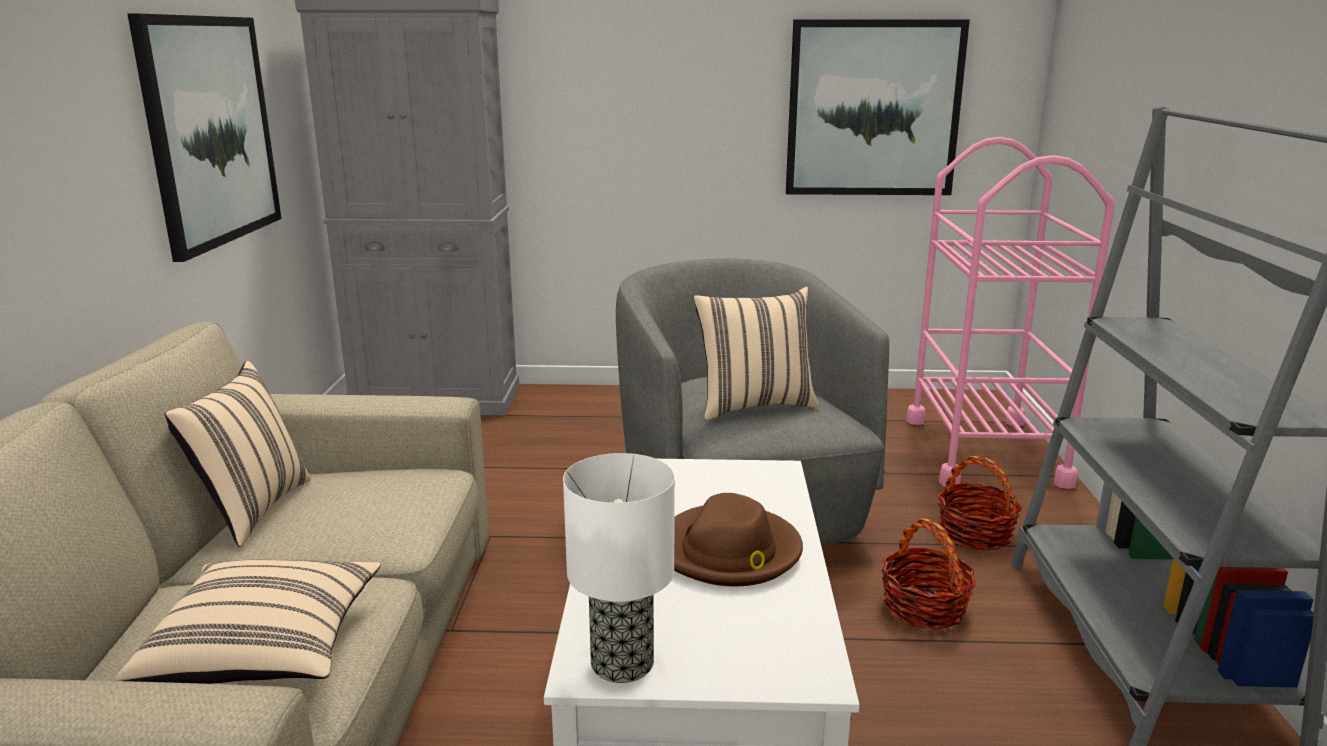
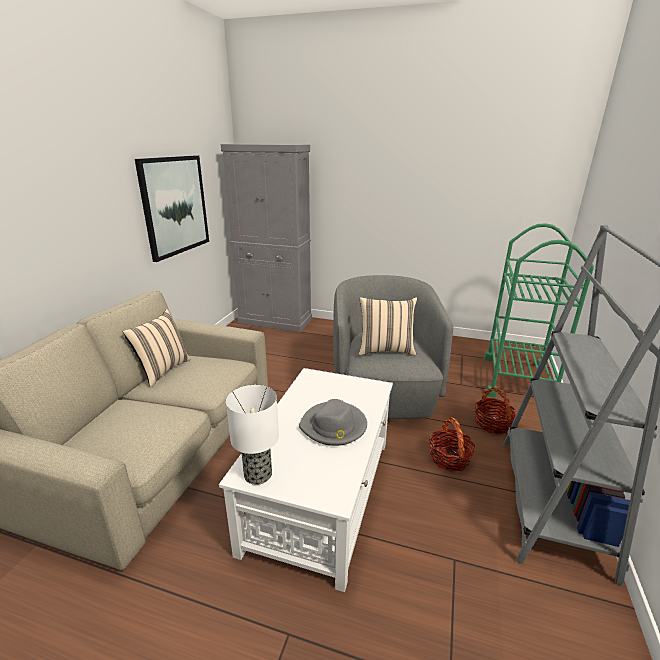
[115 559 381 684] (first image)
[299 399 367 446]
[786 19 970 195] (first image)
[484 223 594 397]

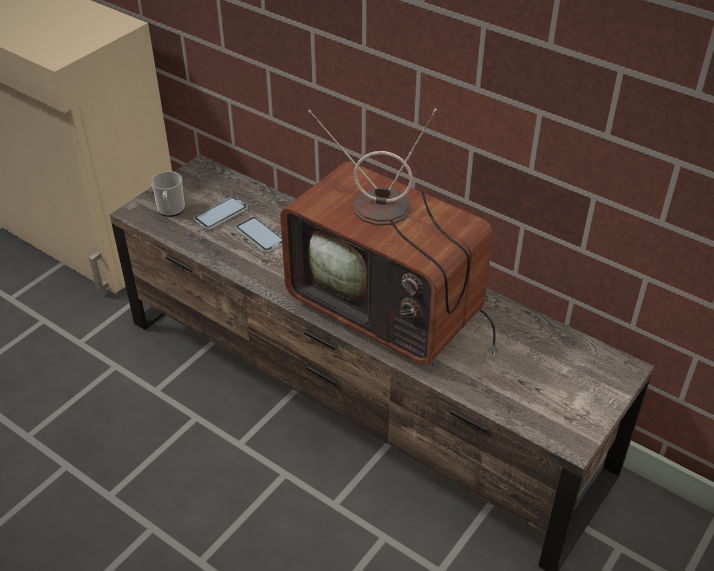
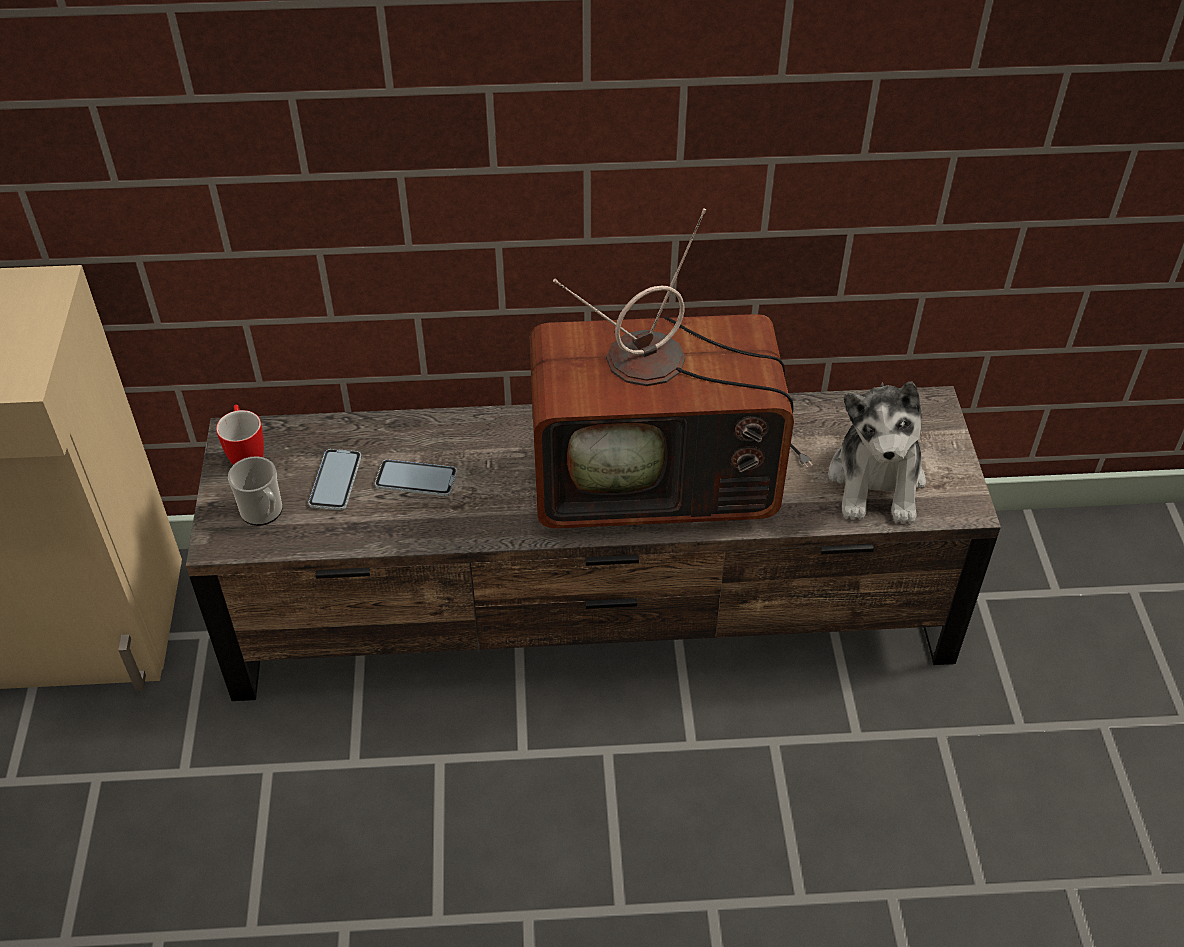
[216 405 264 465]
[828 382 926 524]

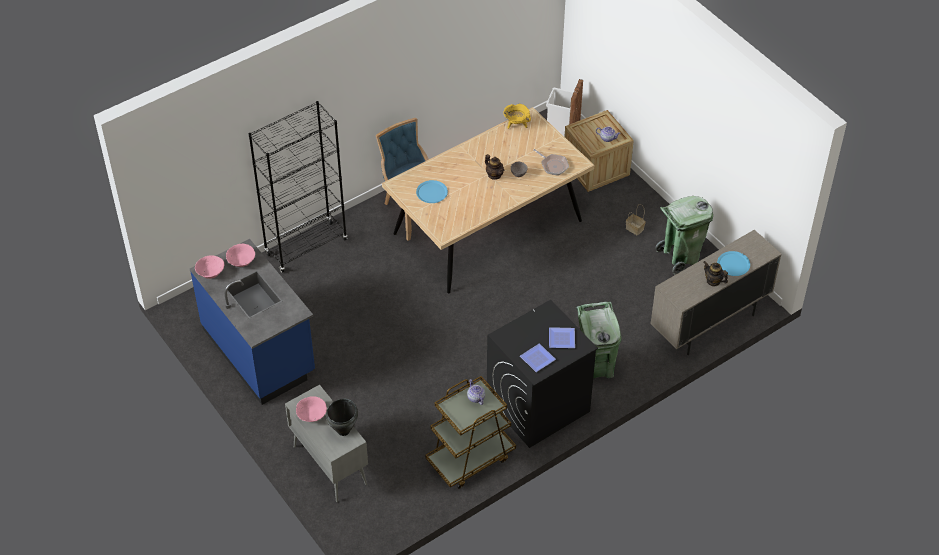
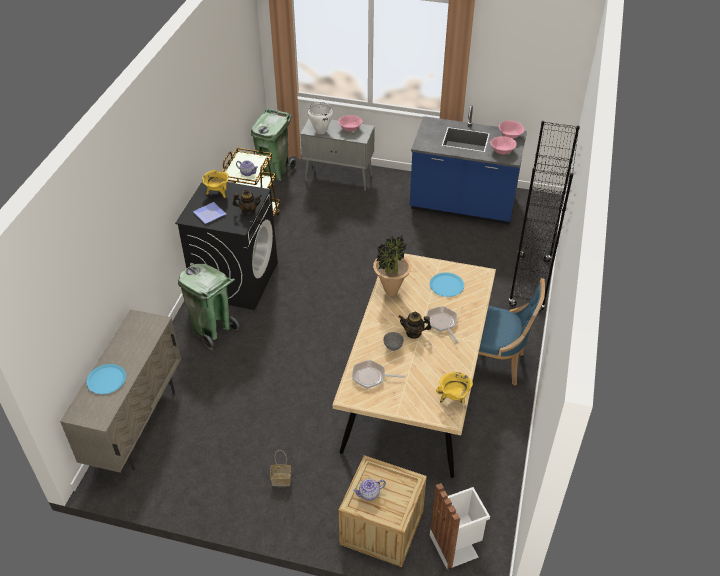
[308 102 333 134]
[202 170 228 198]
[251 109 296 181]
[233 189 262 215]
[373 235 411 296]
[427 306 458 343]

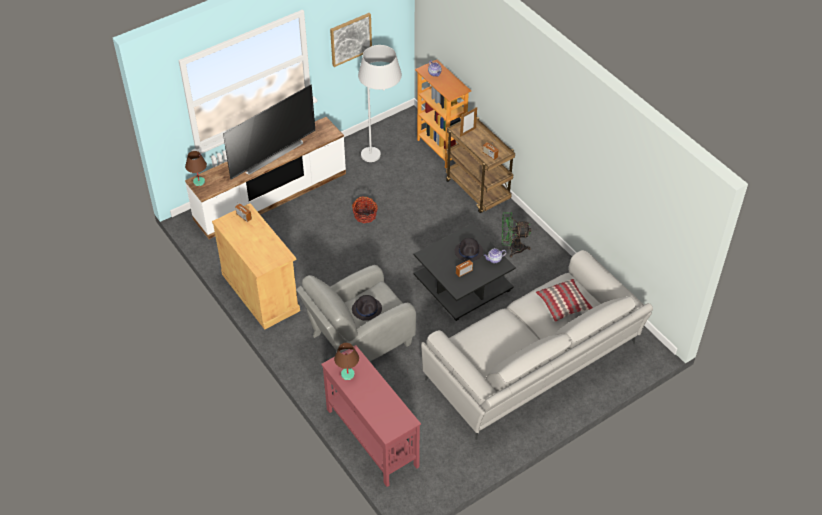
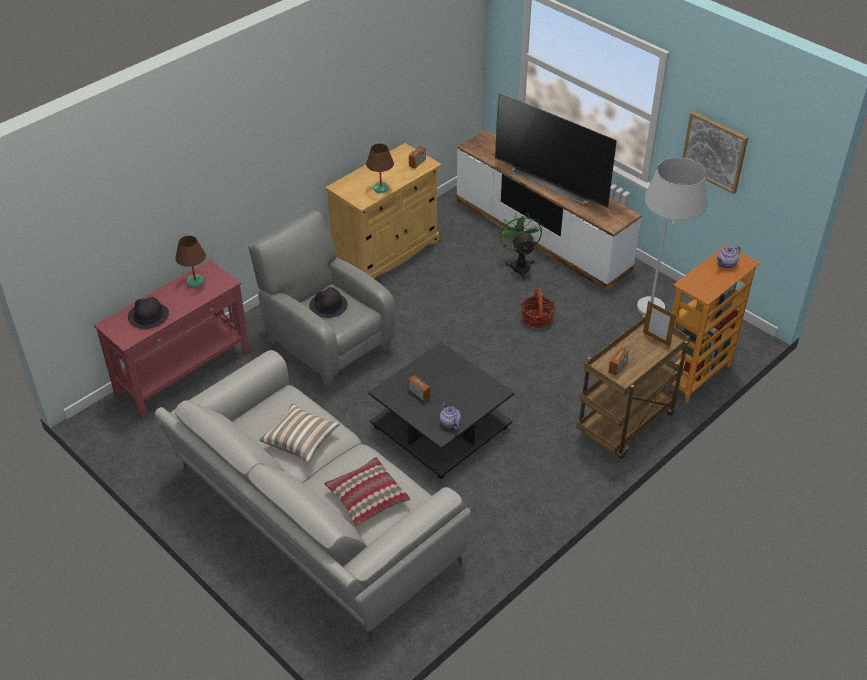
[366 144 394 193]
[128 297 169 329]
[499 213 542 279]
[259 403 340 463]

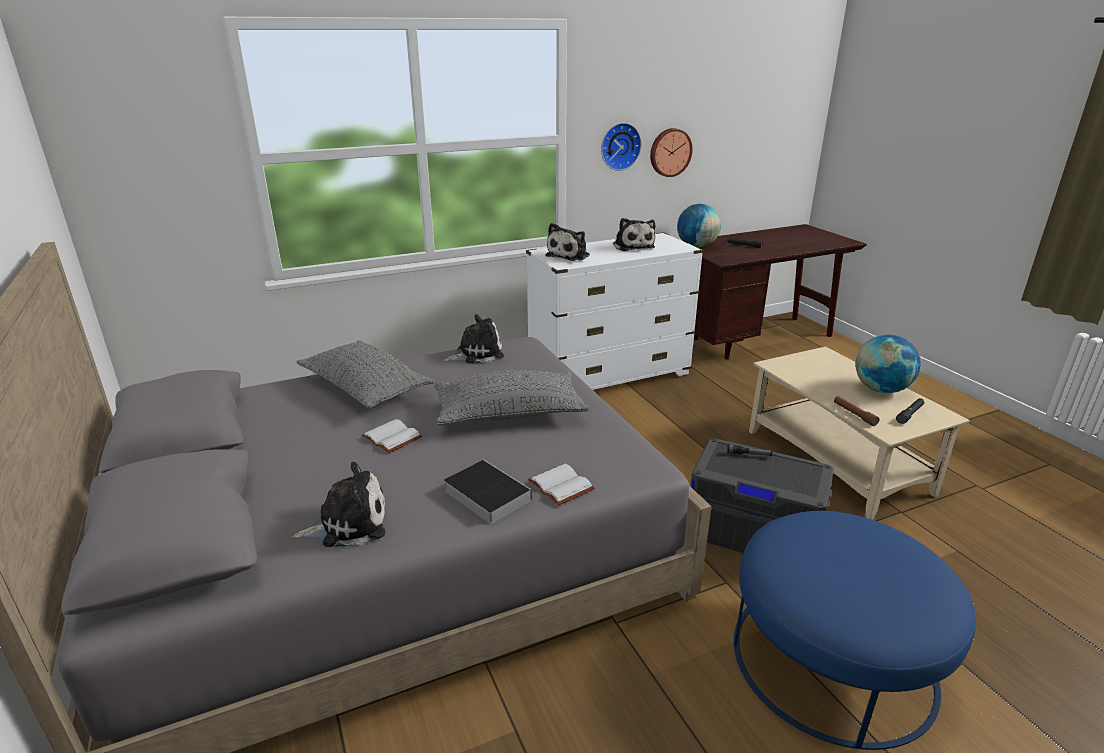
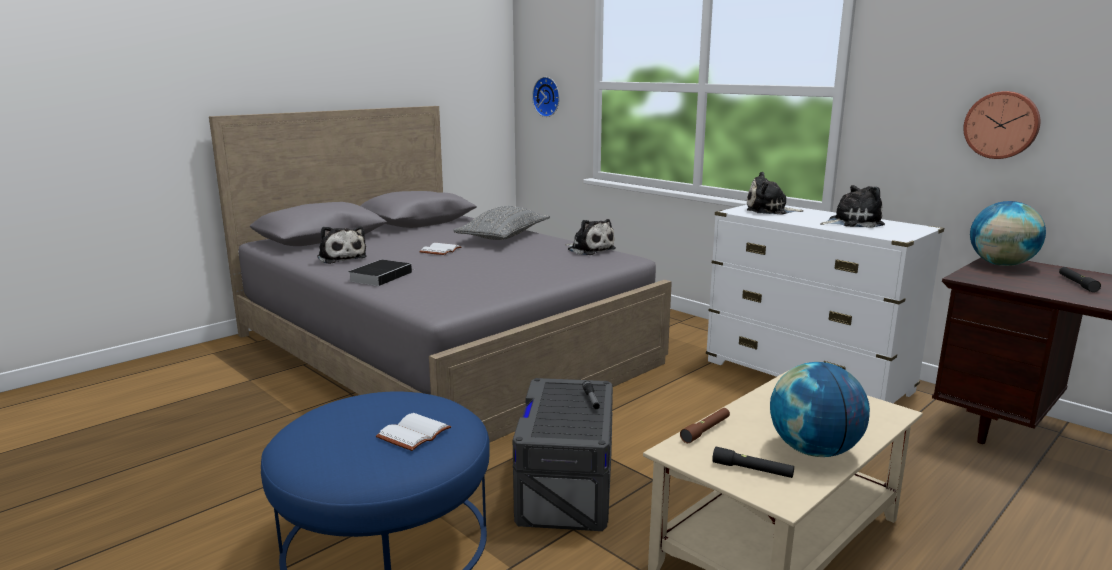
[435 370 589 425] (first image)
[376 413 451 451]
[532 77 559 117]
[820 185 885 228]

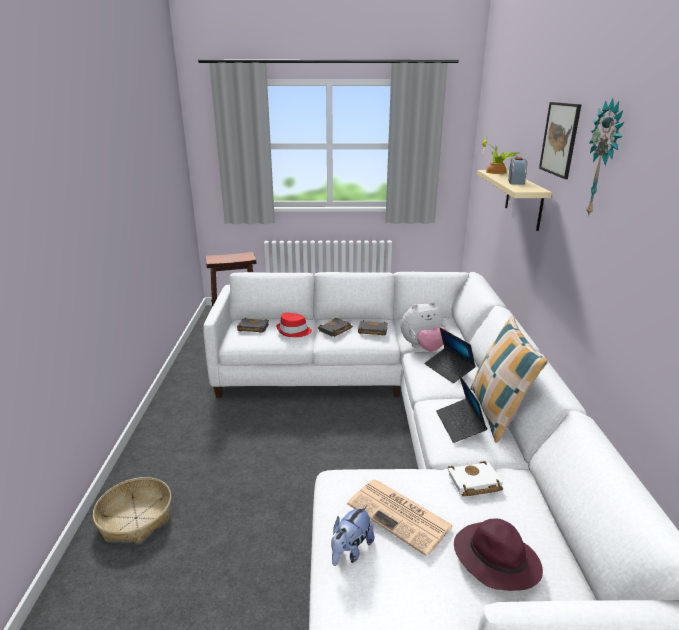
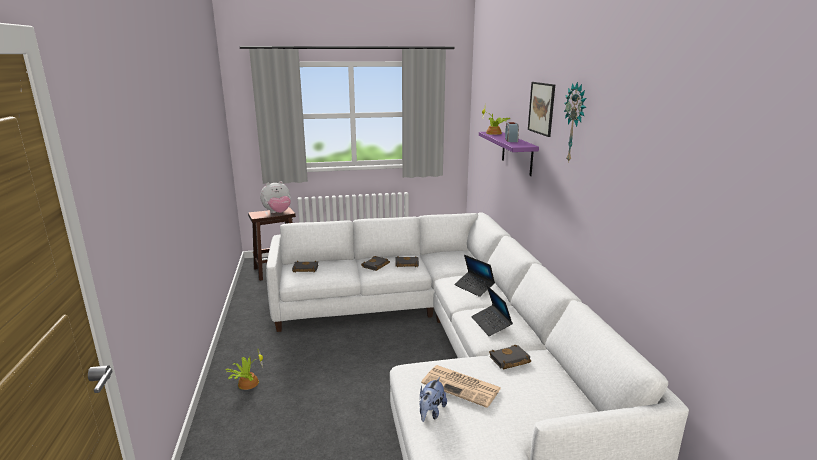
[93 477 171 543] (first image)
[276 313 312 337] (first image)
[260 181 291 213]
[489 344 531 370]
[454 519 543 591] (first image)
[471 316 548 443] (first image)
[479 132 539 176]
[225 349 263 390]

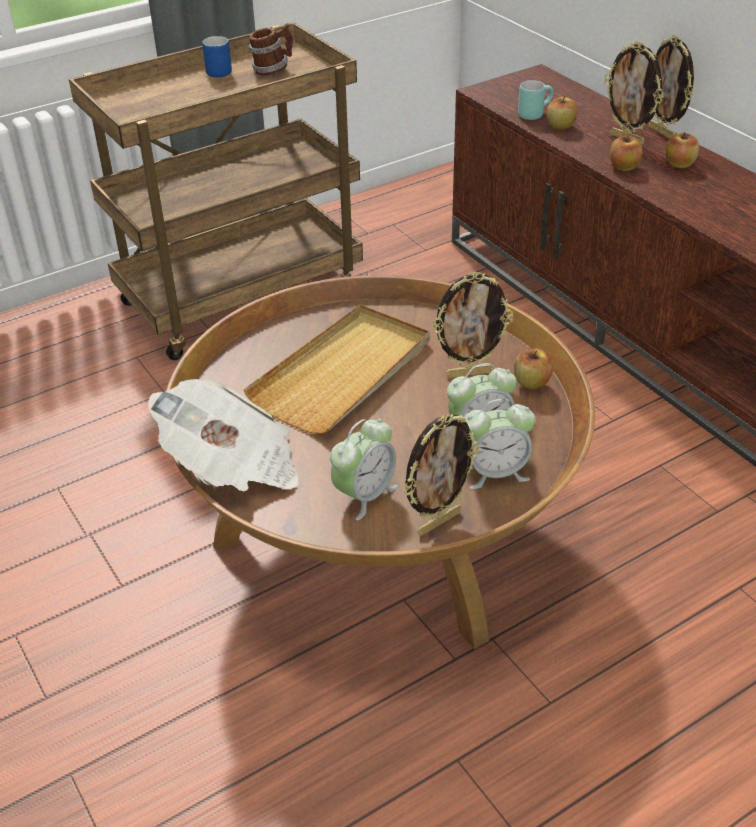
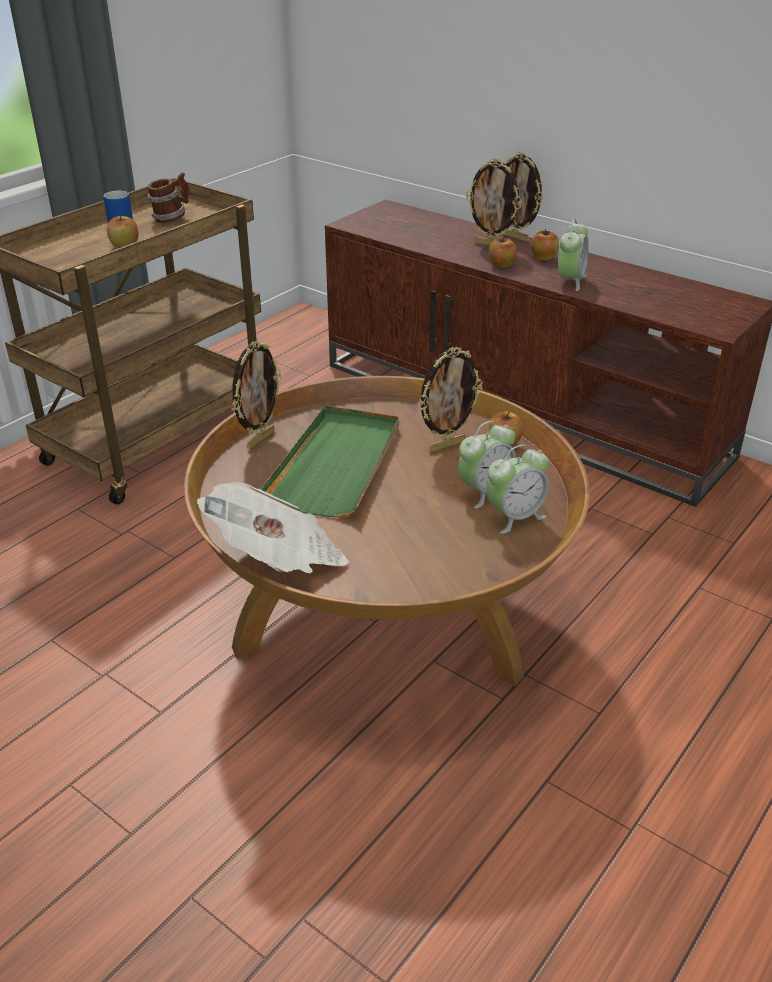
[261 406 399 518]
[558 219 589 291]
[232 340 281 449]
[518 80 553 120] (first image)
[107 214 138 248]

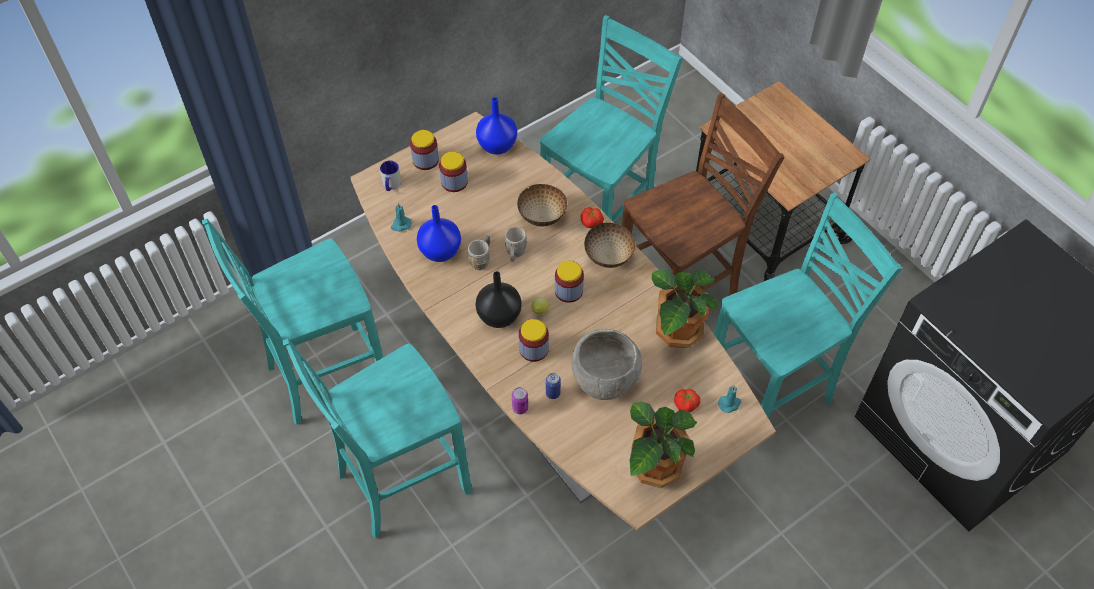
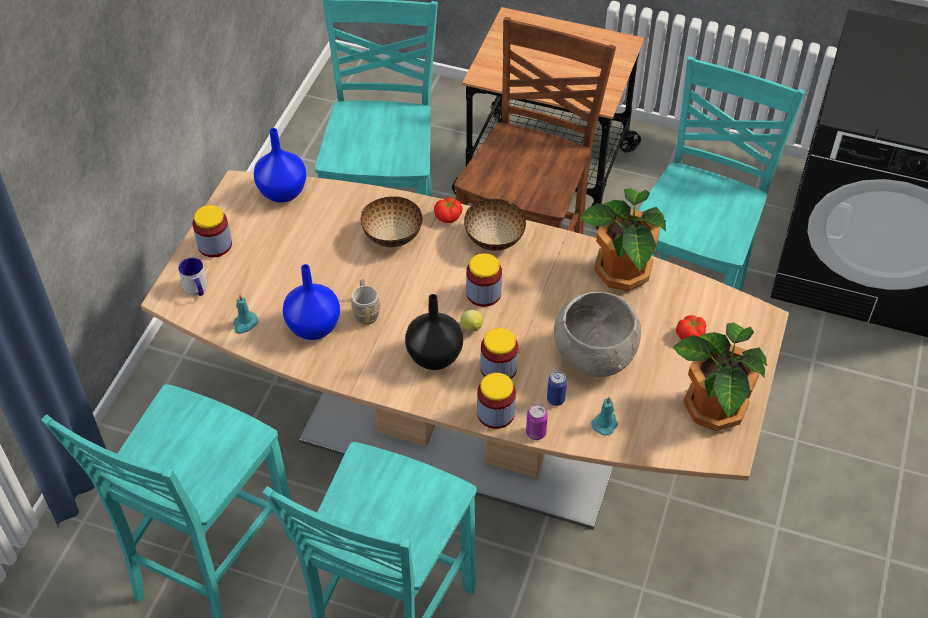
[477 373 516 429]
[505 227 527 261] (first image)
[591 397 618 435]

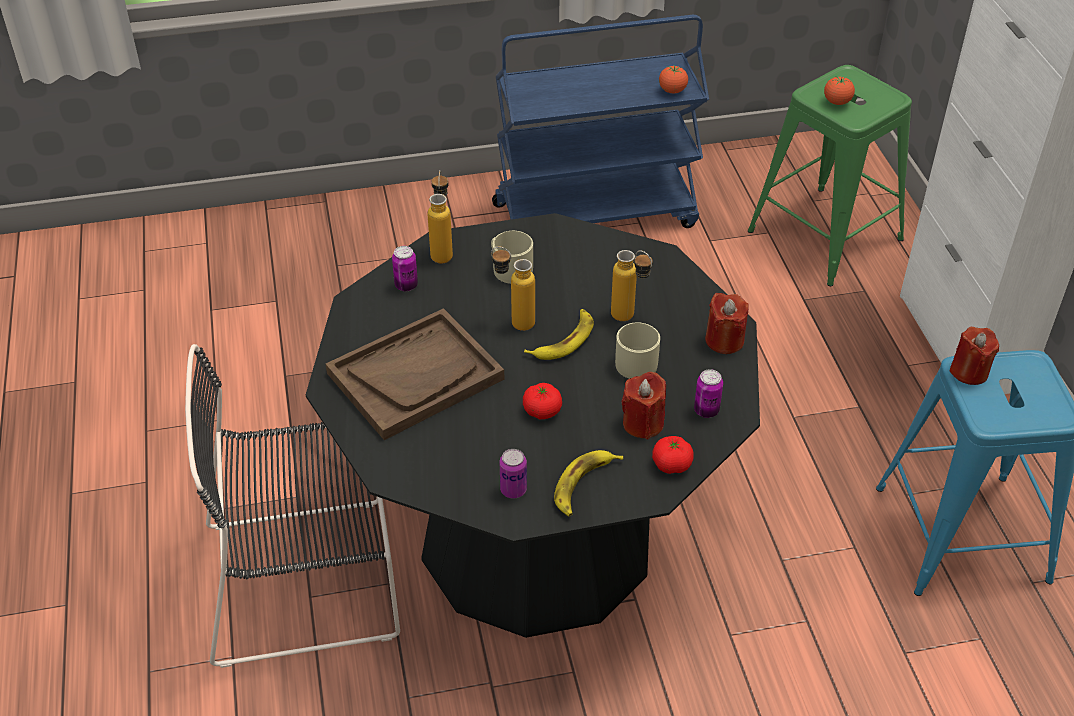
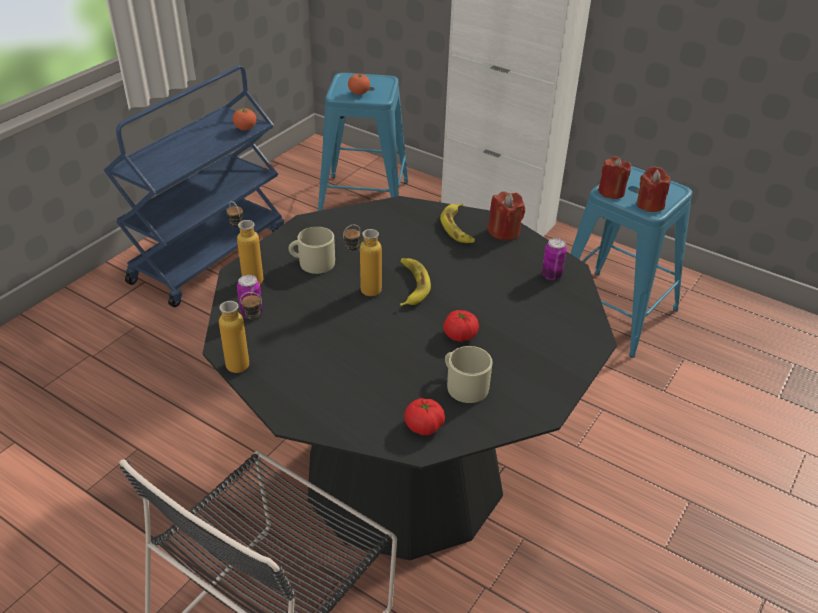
[326 308 504 440] (first image)
[500 449 527 499] (first image)
[440 203 475 243]
[219 292 262 373]
[445 346 492 403]
[637 166 671 212]
[404 398 445 435]
[318 73 409 211]

